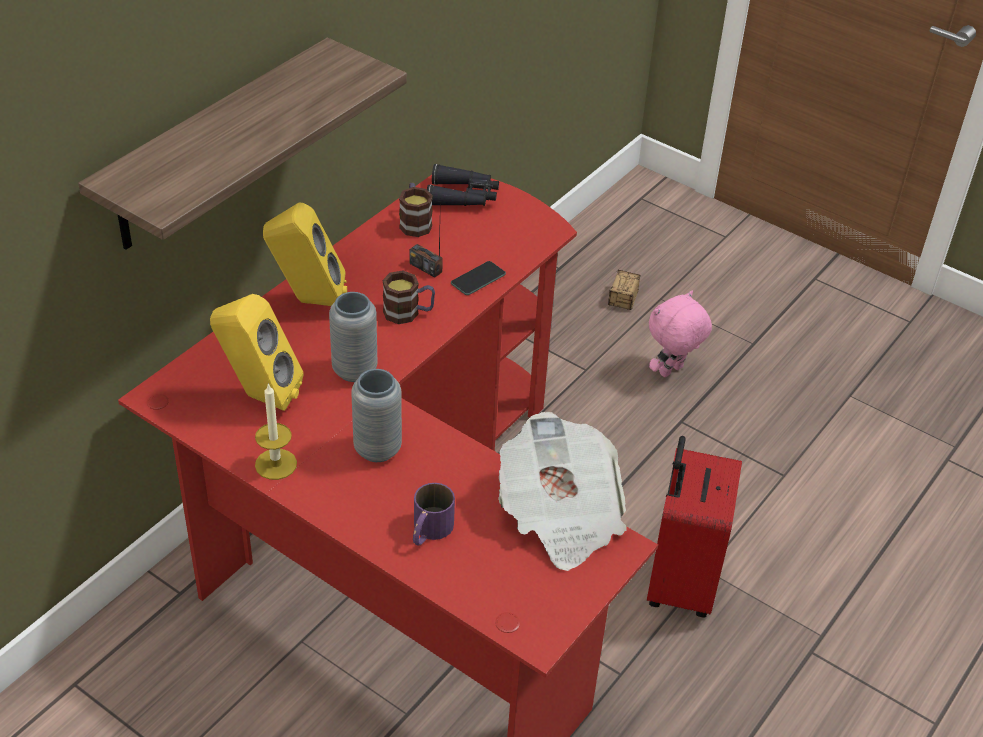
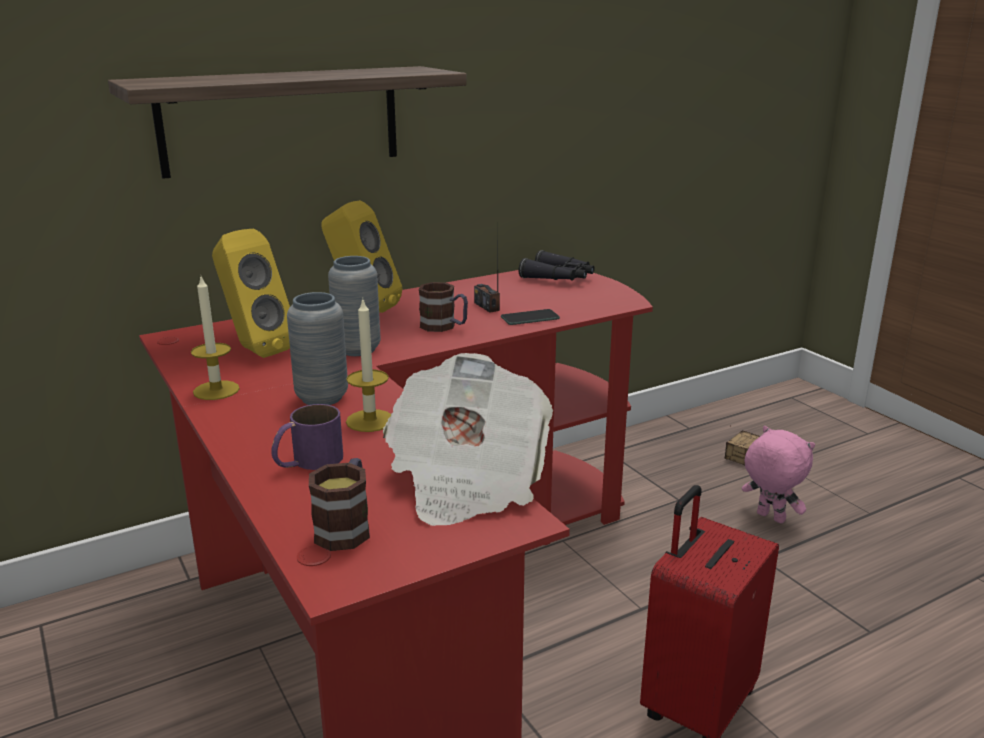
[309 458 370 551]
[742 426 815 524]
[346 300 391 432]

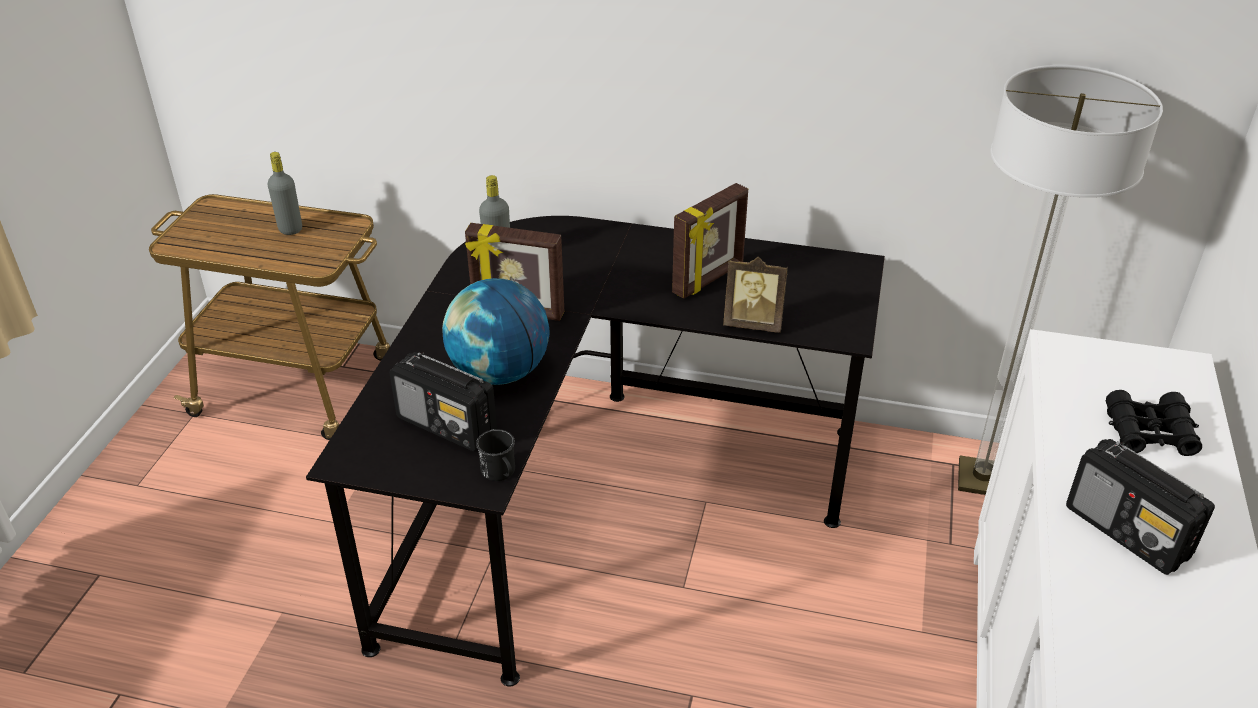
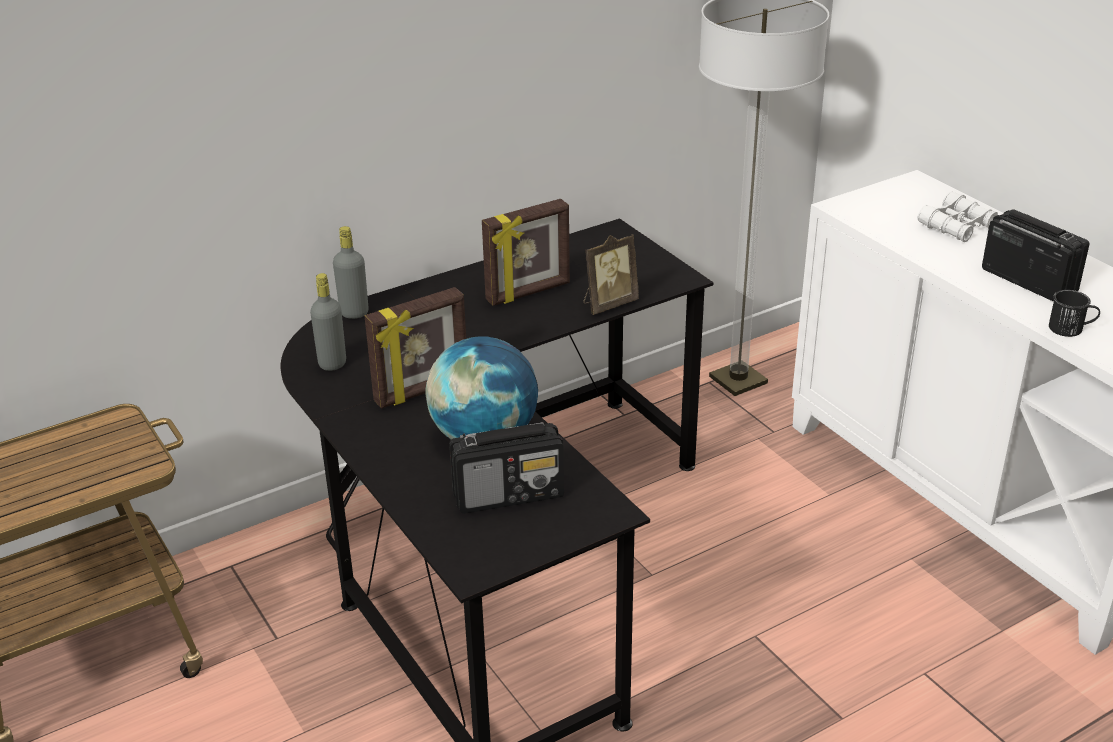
[333 226 369 319]
[1049 290 1100 337]
[482 199 570 306]
[982 209 1089 302]
[918 192 998 242]

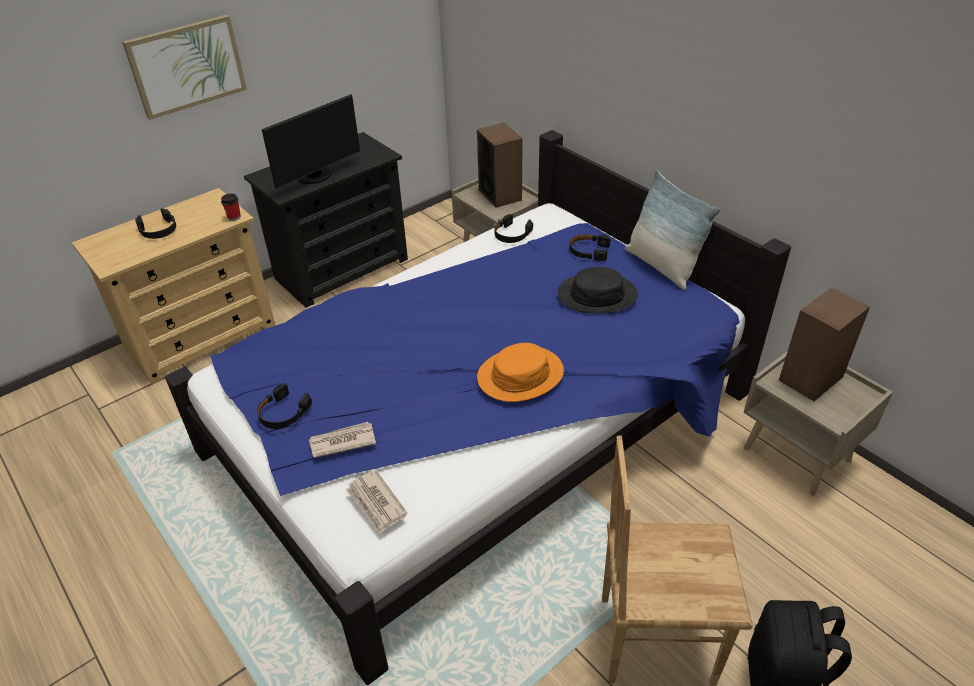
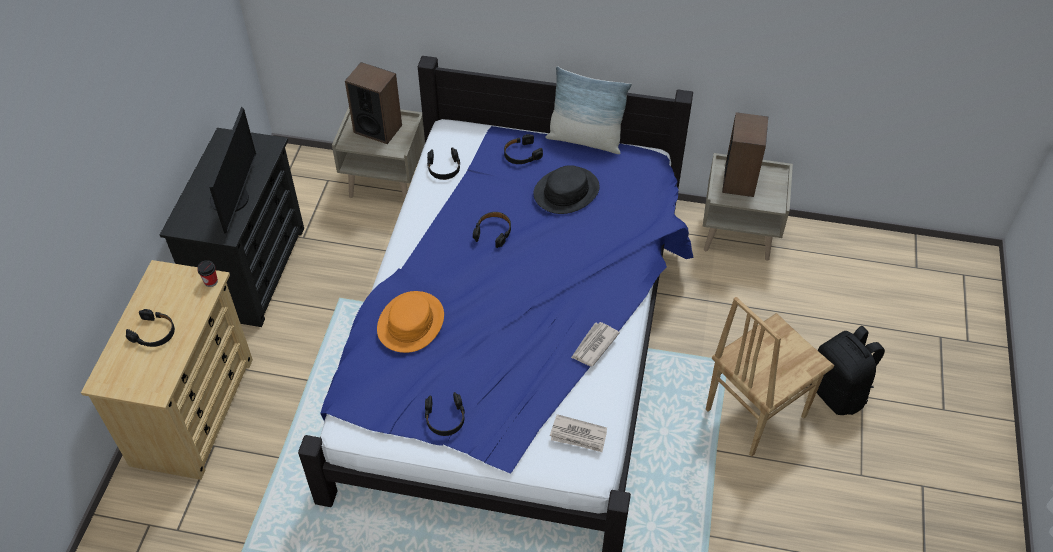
[122 15 247 120] (first image)
[571 322 620 366]
[377 291 444 353]
[473 212 511 248]

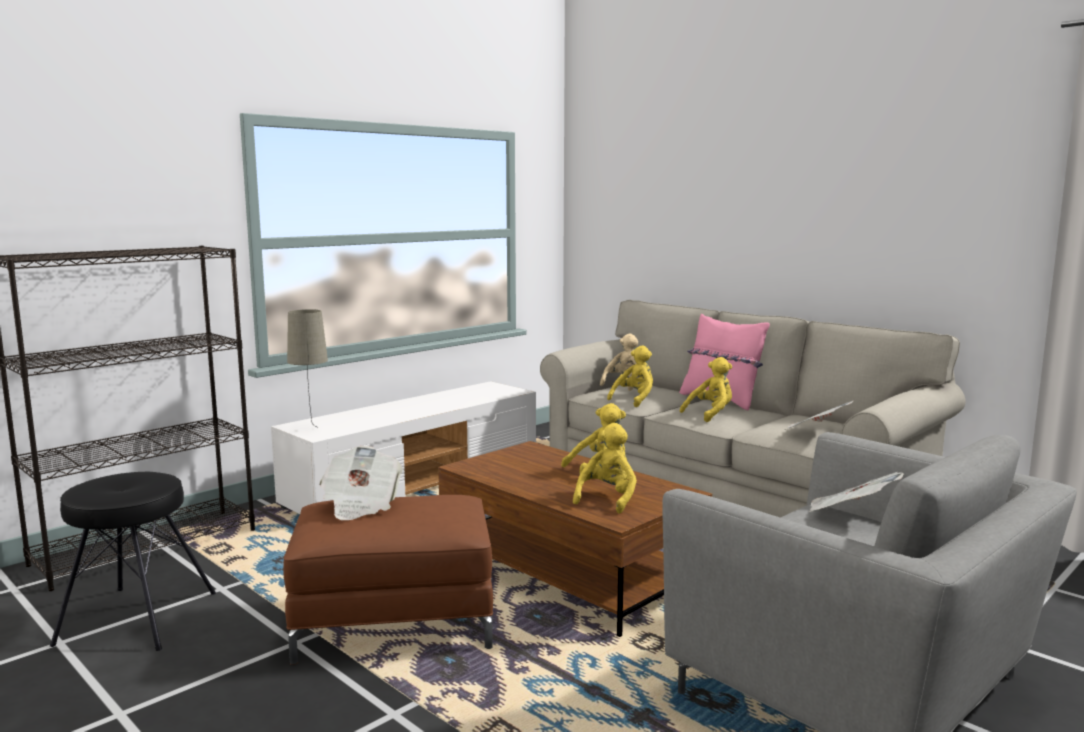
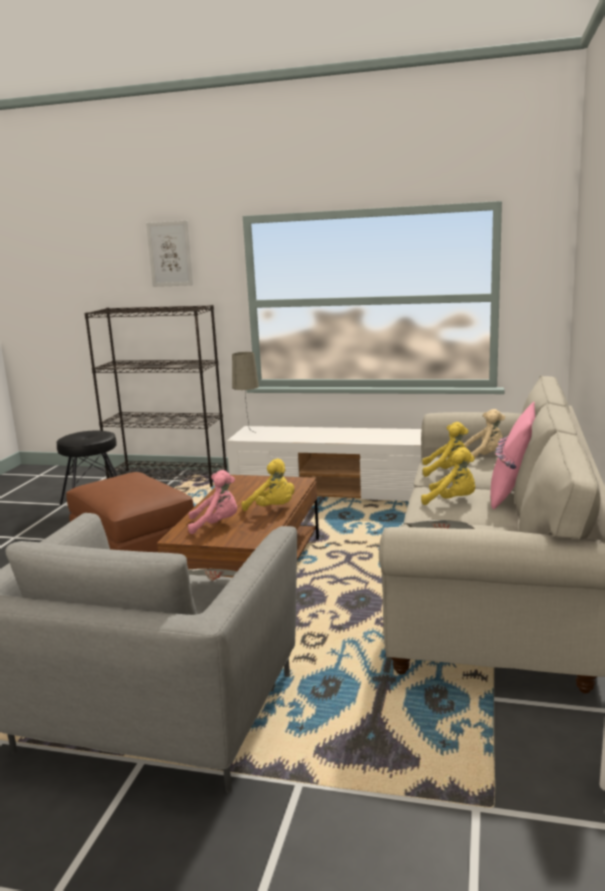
[320 446 403 520] (first image)
[188 470 237 534]
[146 221 193 287]

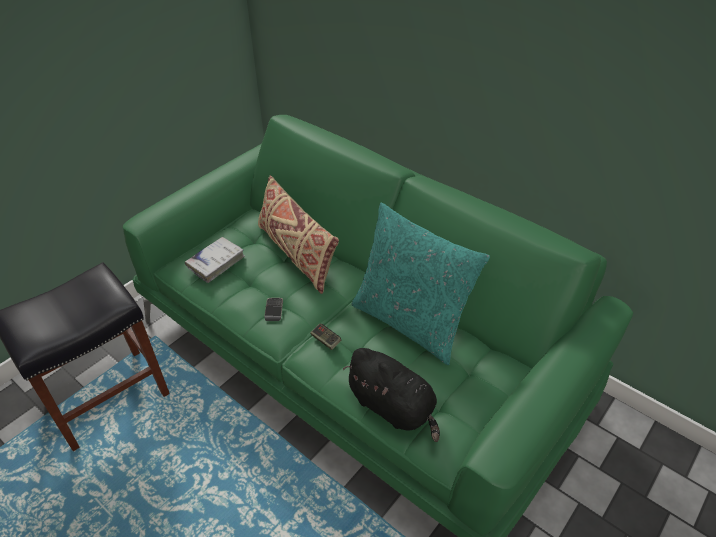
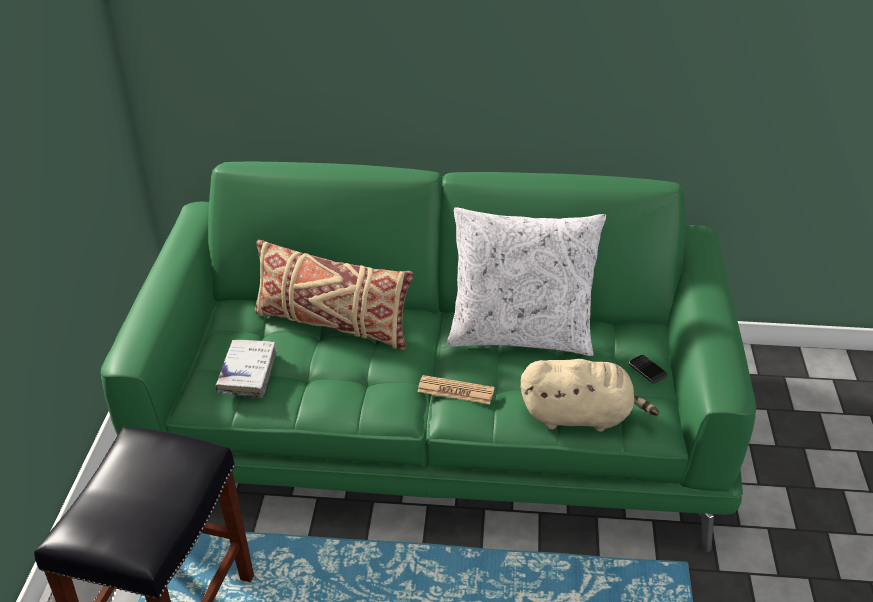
[629 355 668 384]
[417 375 494 404]
[521 359 659 432]
[447 207 606 356]

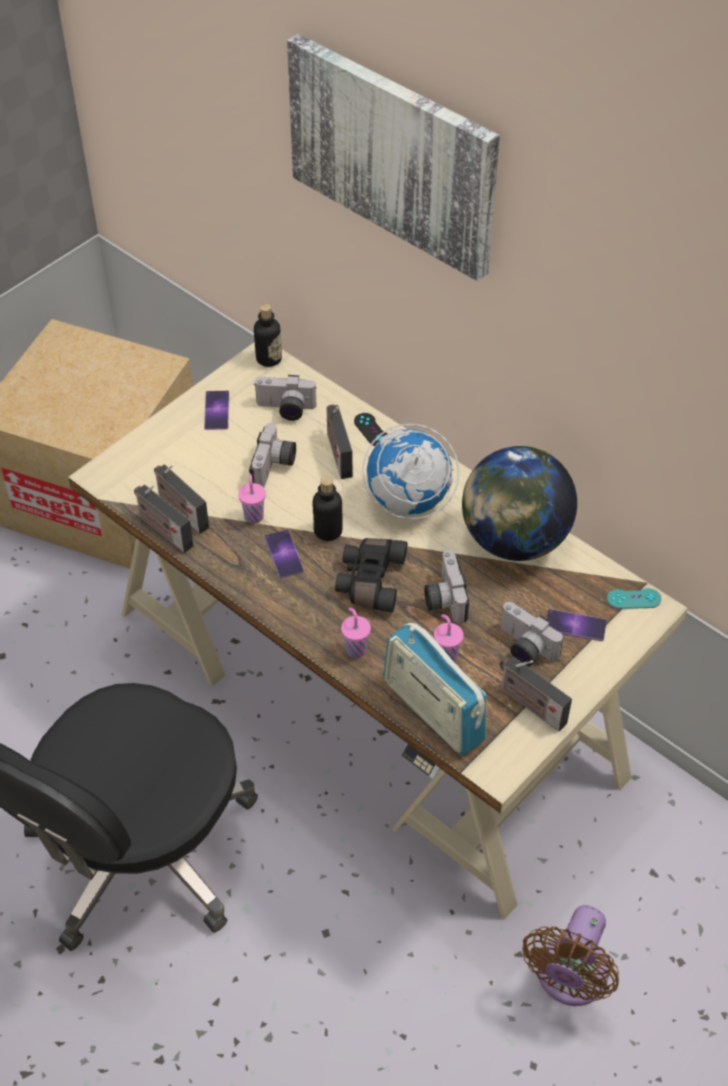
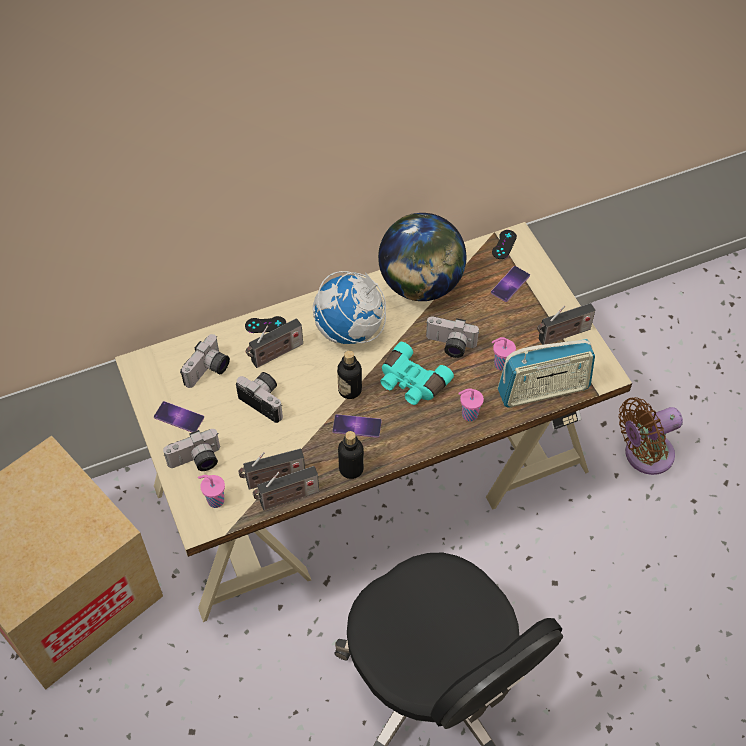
[198 475 225 508]
[338 431 364 479]
[287 34 500 281] (first image)
[246 318 303 368]
[380 342 454 405]
[163 429 220 471]
[619 397 683 475]
[492 230 517 259]

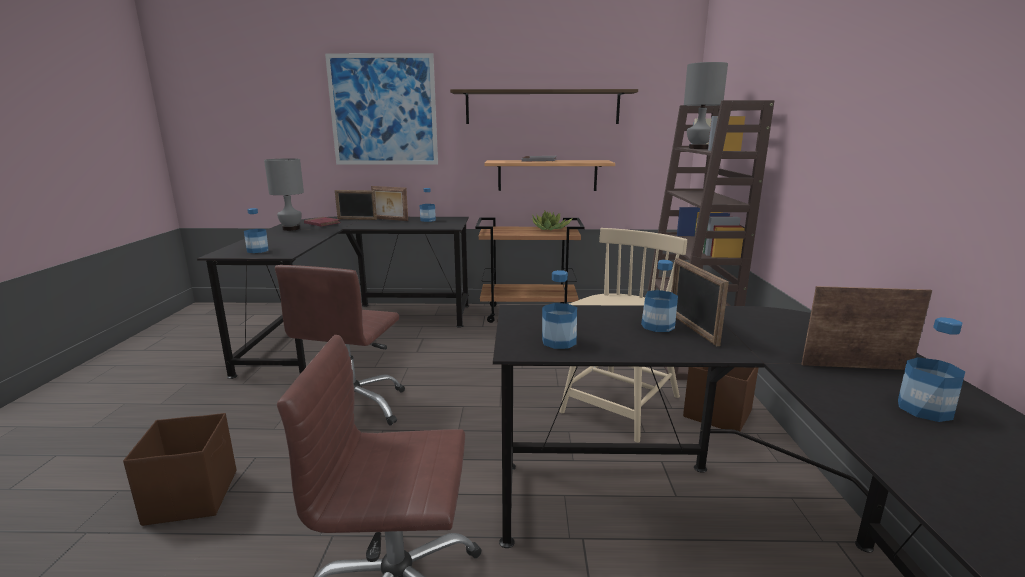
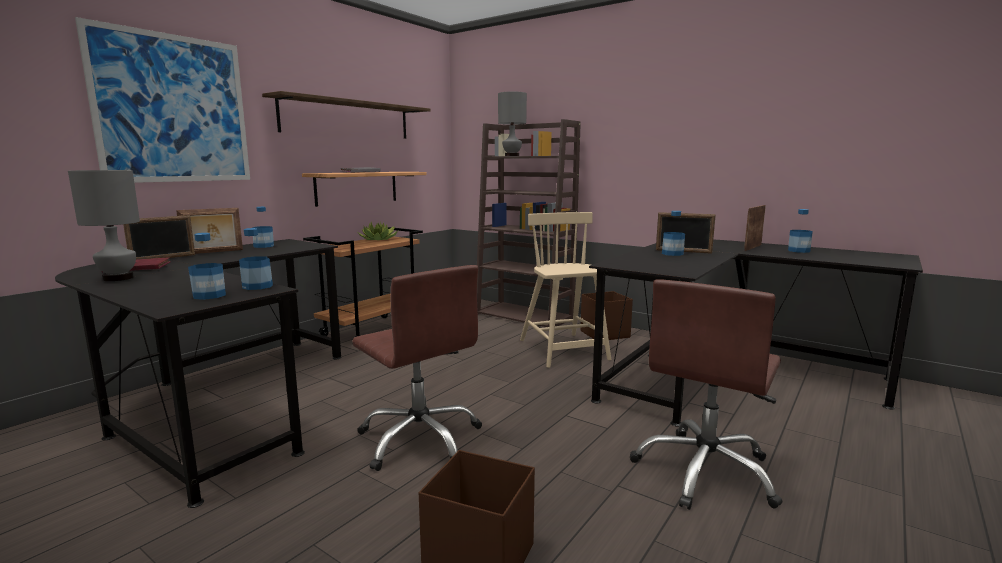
[239 228 273 290]

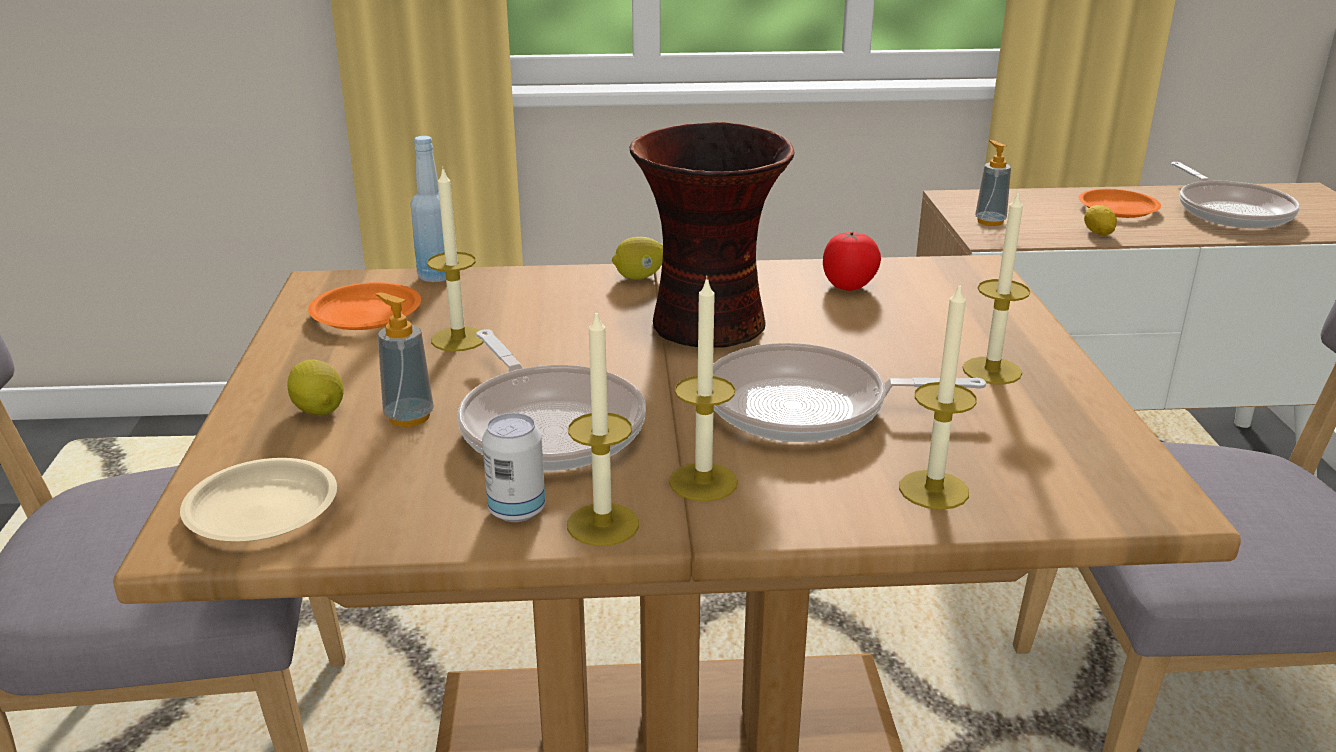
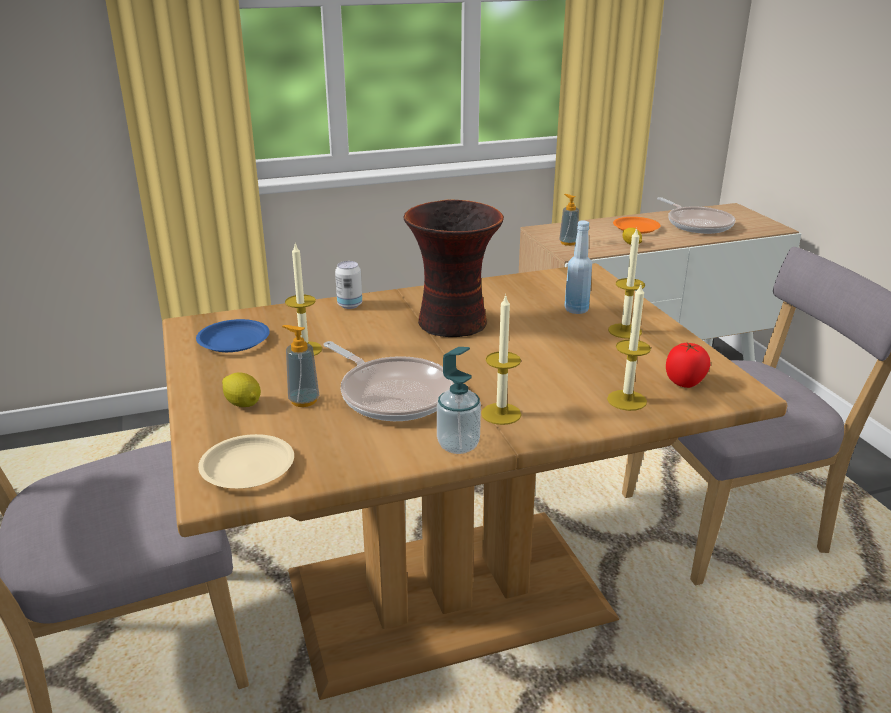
[196 319 270 352]
[564 221 592 314]
[335 261 362 309]
[437 347 481 454]
[612 237 663 280] (first image)
[713 343 986 442] (first image)
[666 343 710 388]

